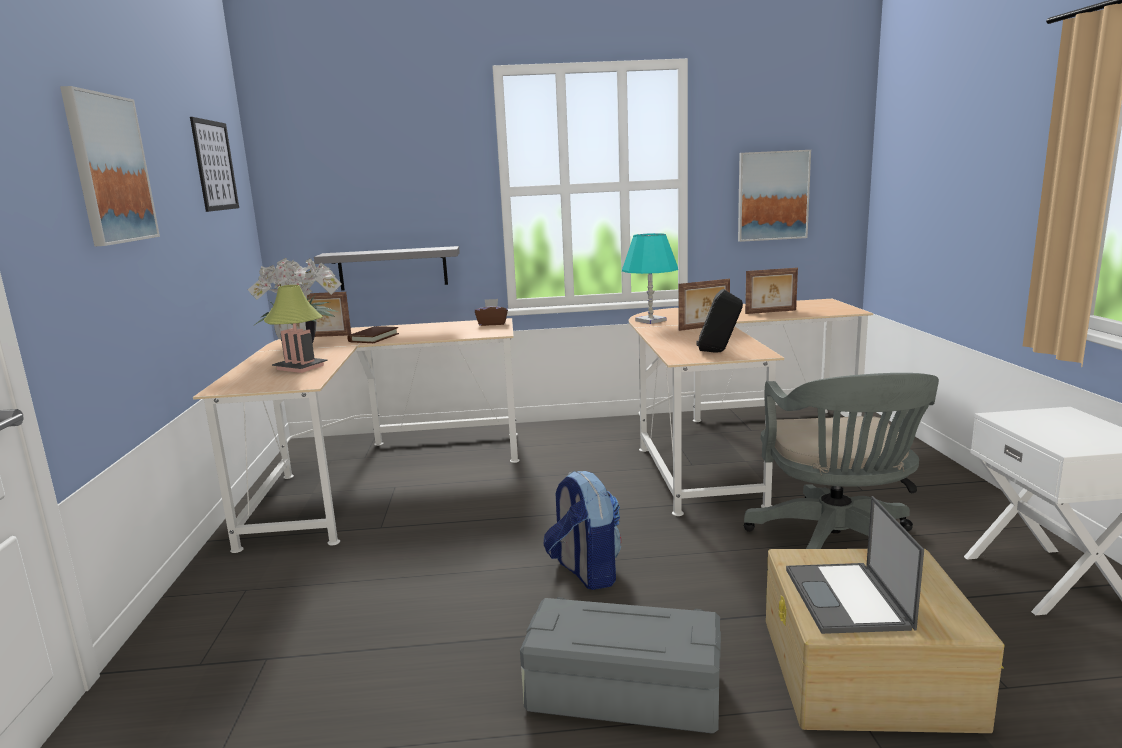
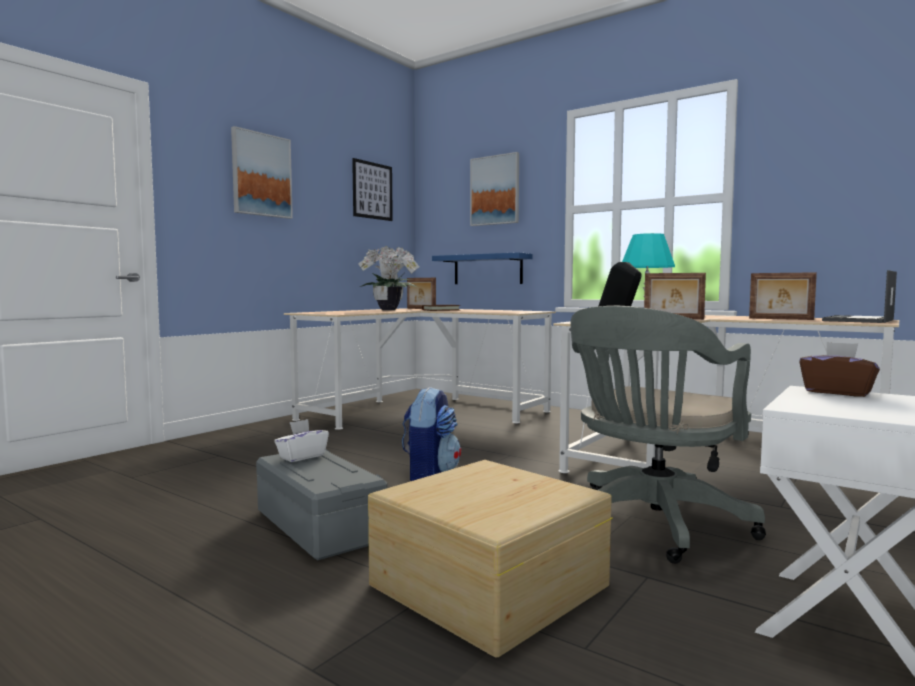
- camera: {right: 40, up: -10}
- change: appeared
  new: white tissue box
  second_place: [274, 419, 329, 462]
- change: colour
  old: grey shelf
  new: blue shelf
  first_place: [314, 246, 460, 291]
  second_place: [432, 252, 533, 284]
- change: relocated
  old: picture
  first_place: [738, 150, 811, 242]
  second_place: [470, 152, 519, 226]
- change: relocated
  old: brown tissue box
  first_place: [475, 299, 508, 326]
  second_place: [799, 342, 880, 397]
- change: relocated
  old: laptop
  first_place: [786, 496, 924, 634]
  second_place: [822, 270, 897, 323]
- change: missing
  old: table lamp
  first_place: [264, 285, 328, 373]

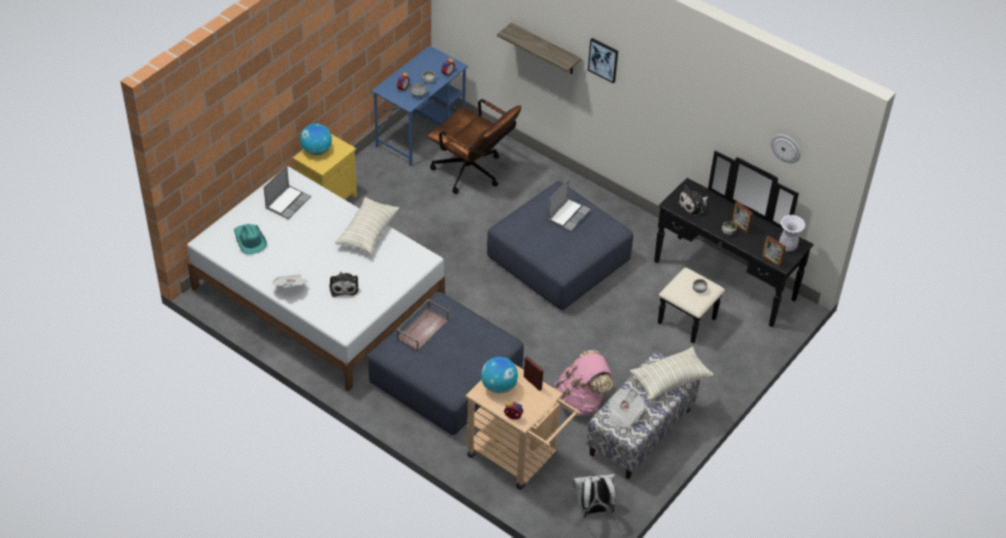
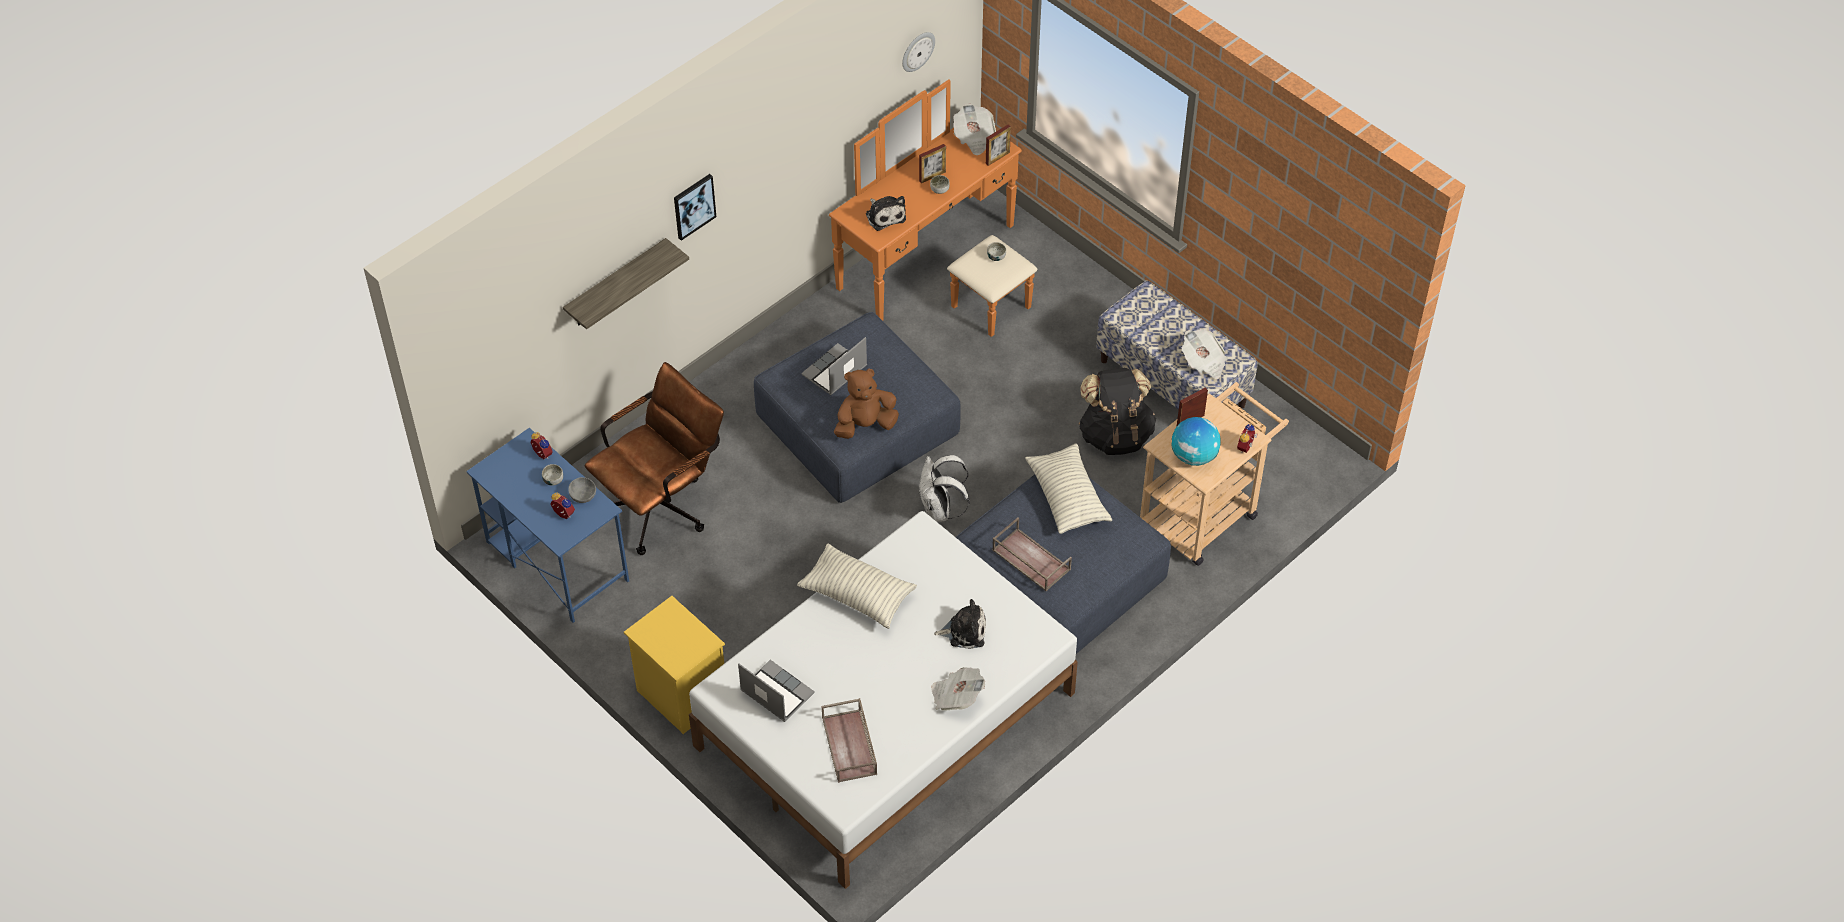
- camera: {right: -80, up: 5}
- change: spun
  old: laptop
  first_place: [547, 178, 591, 232]
  second_place: [801, 337, 867, 395]
  degrees: -90
- change: exchanged
  old: turquoise hat
  new: brown tray
  first_place: [234, 224, 267, 254]
  second_place: [822, 698, 877, 783]
- change: colour
  old: black dresser
  new: orange dresser
  first_place: [654, 150, 813, 343]
  second_place: [829, 80, 1038, 337]
- change: appeared
  new: brown plush toy
  second_place: [834, 368, 899, 439]
- change: relocated
  old: white backpack
  first_place: [573, 474, 616, 517]
  second_place: [919, 455, 970, 522]
- change: exchanged
  old: white vase
  new: newspaper
  first_place: [779, 215, 806, 251]
  second_place: [953, 103, 996, 155]
- change: relocated
  old: pillow
  first_place: [630, 346, 714, 401]
  second_place: [1025, 443, 1112, 534]
- change: colour
  old: pink backpack
  new: black backpack
  first_place: [554, 350, 613, 416]
  second_place: [1078, 368, 1156, 455]
- change: missing
  old: globe
  first_place: [300, 123, 332, 155]

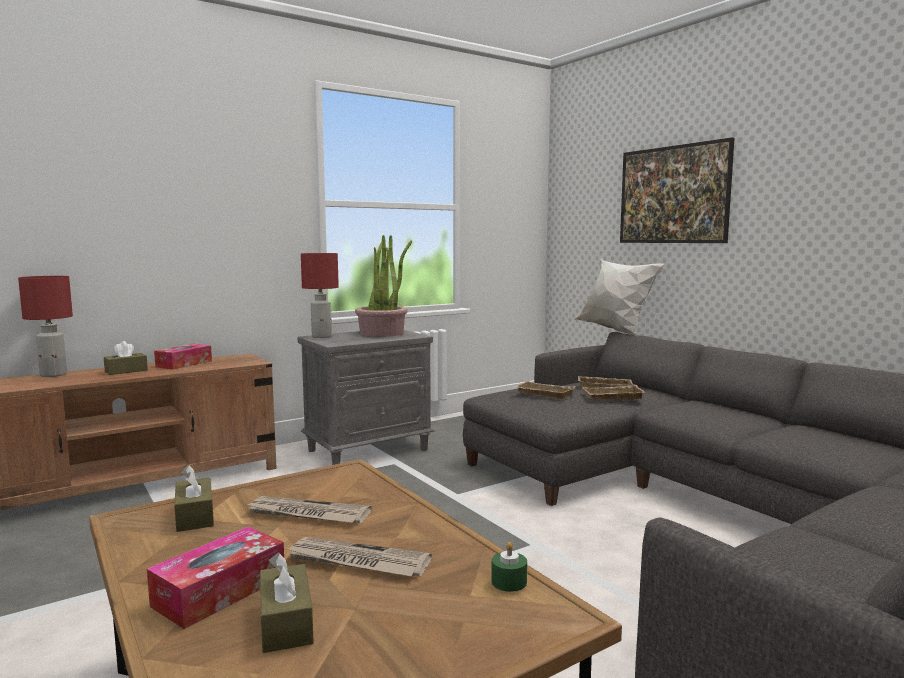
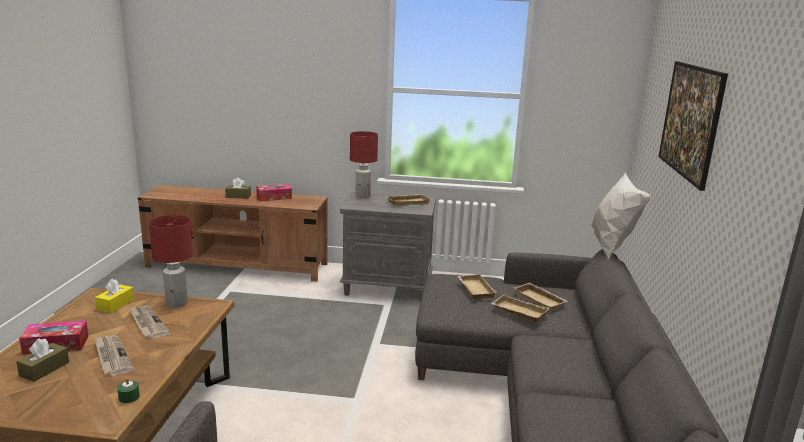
- camera: {right: 40, up: 10}
- change: colour
  old: brown tissue box
  new: yellow tissue box
  first_place: [174, 465, 214, 532]
  second_place: [95, 279, 134, 313]
- change: relocated
  old: red table lamp
  first_place: [18, 276, 73, 377]
  second_place: [149, 215, 193, 308]
- change: exchanged
  old: potted plant
  new: beige tray
  first_place: [355, 235, 412, 337]
  second_place: [387, 194, 430, 206]

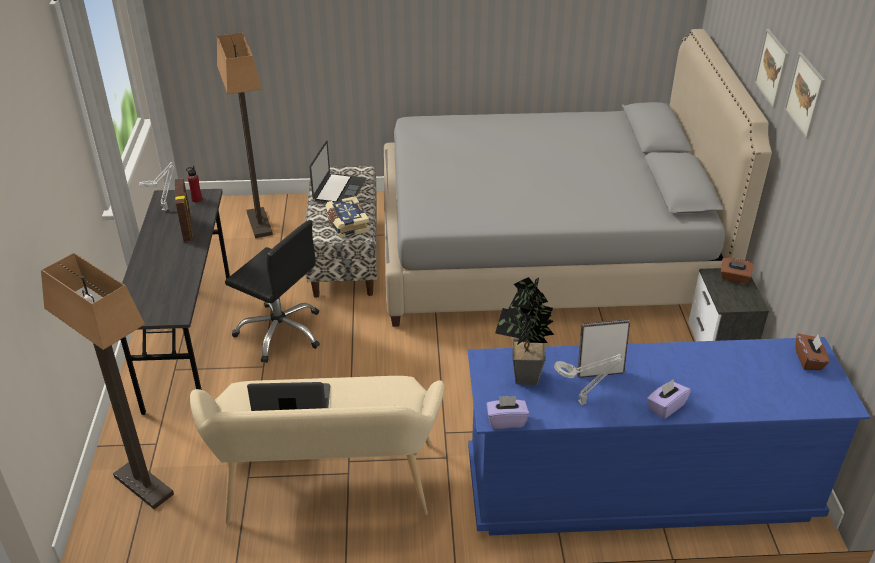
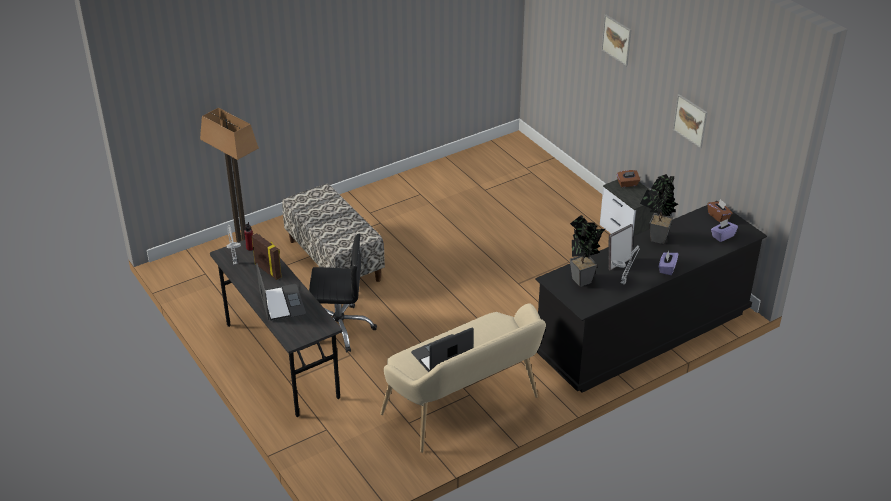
- camera: {right: -30, up: 0}
- change: relocated
  old: laptop
  first_place: [310, 141, 366, 203]
  second_place: [256, 263, 306, 321]
- change: colour
  old: blue dresser
  new: black dresser
  first_place: [468, 337, 870, 536]
  second_place: [535, 201, 767, 393]
- change: appeared
  new: potted plant
  second_place: [640, 174, 678, 244]
- change: relocated
  old: picture
  first_place: [784, 52, 825, 139]
  second_place: [673, 94, 708, 149]
- change: relocated
  old: purple tissue box
  first_place: [486, 396, 529, 429]
  second_place: [711, 219, 738, 242]
- change: missing
  old: floor lamp
  first_place: [41, 253, 174, 509]
- change: missing
  old: book
  first_place: [326, 196, 370, 238]
- change: missing
  old: grey bed
  first_place: [384, 29, 772, 327]

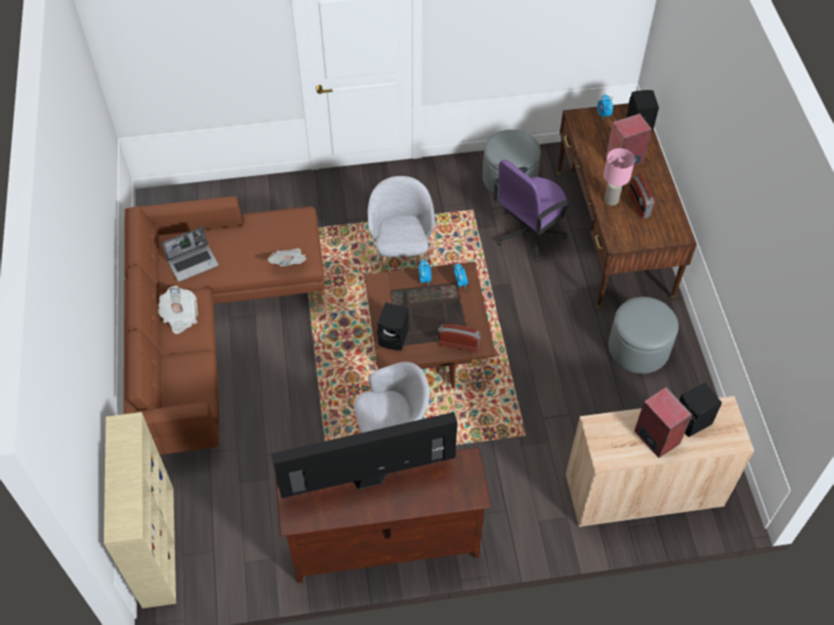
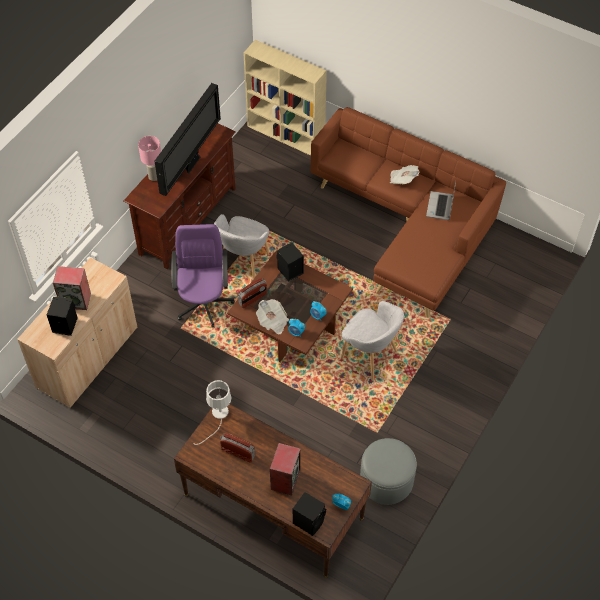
- camera: {right: 130, up: 0}
- change: relocated
  old: pink table lamp
  first_place: [603, 148, 635, 206]
  second_place: [138, 136, 161, 181]
- change: relocated
  old: purple office chair
  first_place: [493, 160, 572, 261]
  second_place: [172, 224, 235, 328]
- change: appeared
  new: white table lamp
  second_place: [195, 380, 231, 445]
- change: relocated
  old: newspaper
  first_place: [268, 248, 307, 266]
  second_place: [256, 299, 289, 334]
- change: missing
  old: grey ottoman
  first_place: [608, 297, 679, 374]

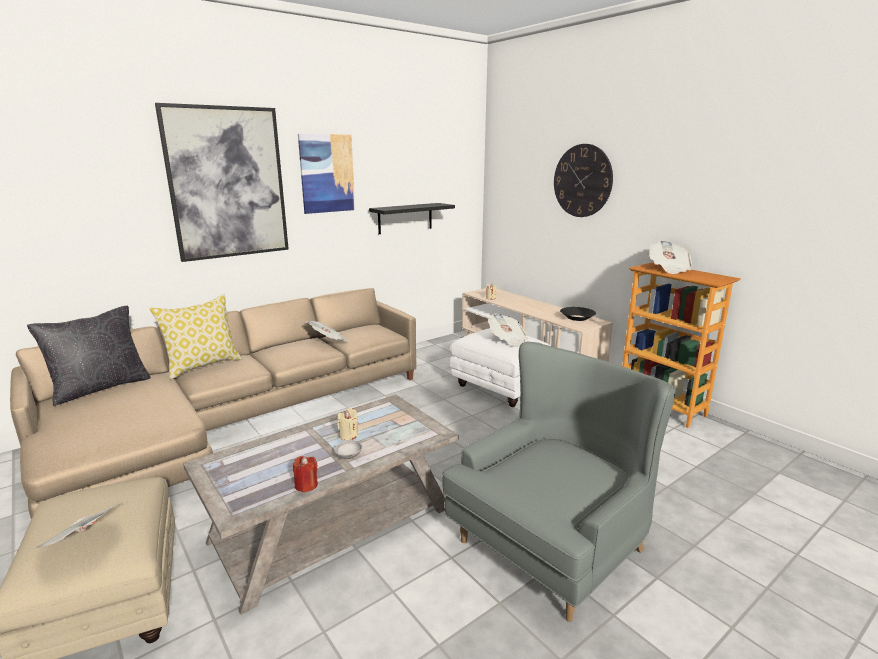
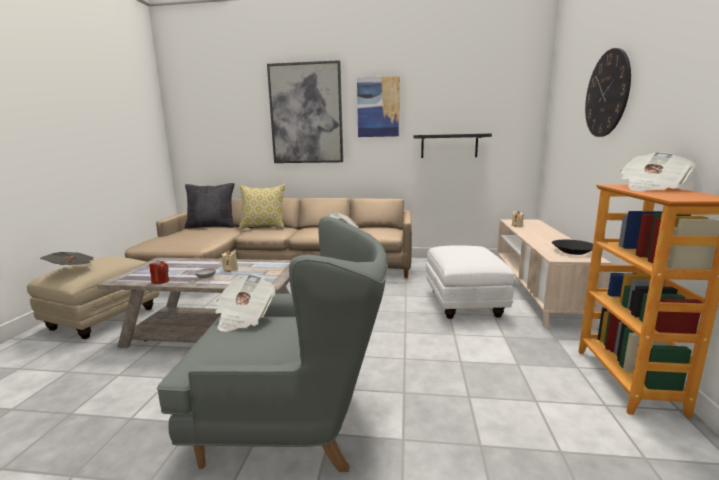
- camera: {right: 45, up: -5}
- change: relocated
  old: newspaper
  first_place: [488, 314, 528, 347]
  second_place: [215, 274, 275, 331]

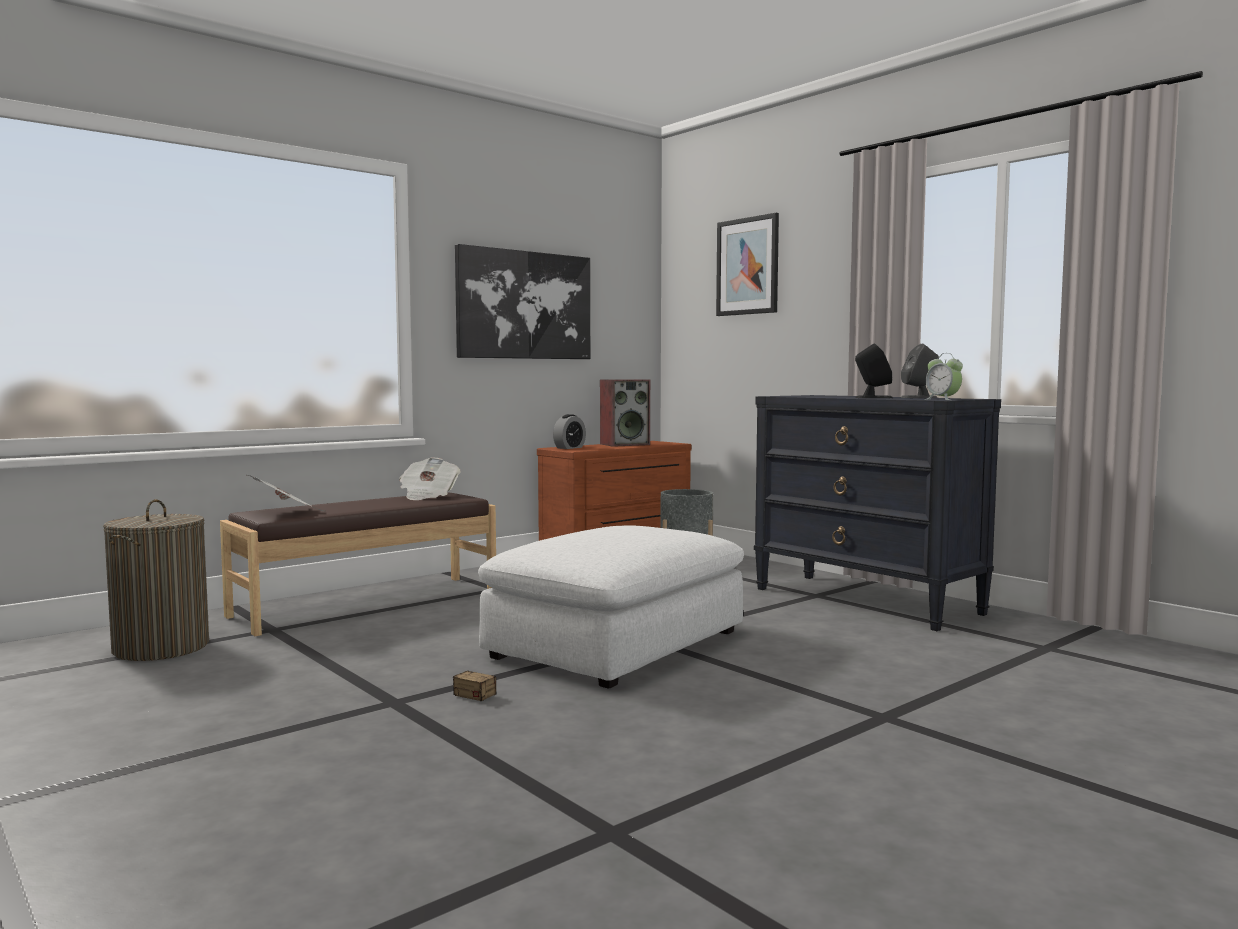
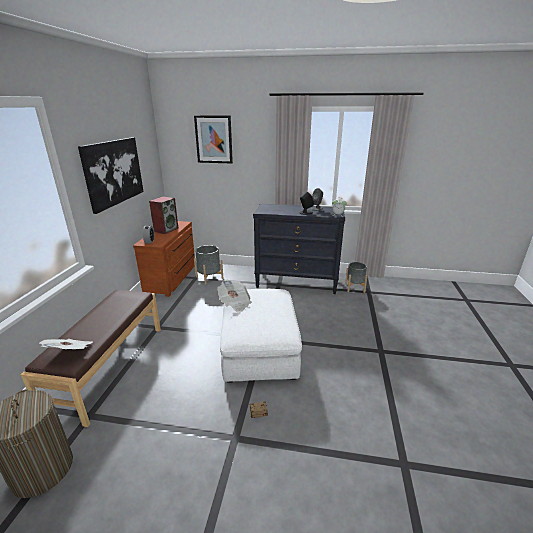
- camera: {right: -40, up: 20}
- change: relocated
  old: newspaper
  first_place: [399, 457, 460, 500]
  second_place: [217, 280, 252, 313]
- change: appeared
  new: grey planter
  second_place: [345, 262, 368, 293]

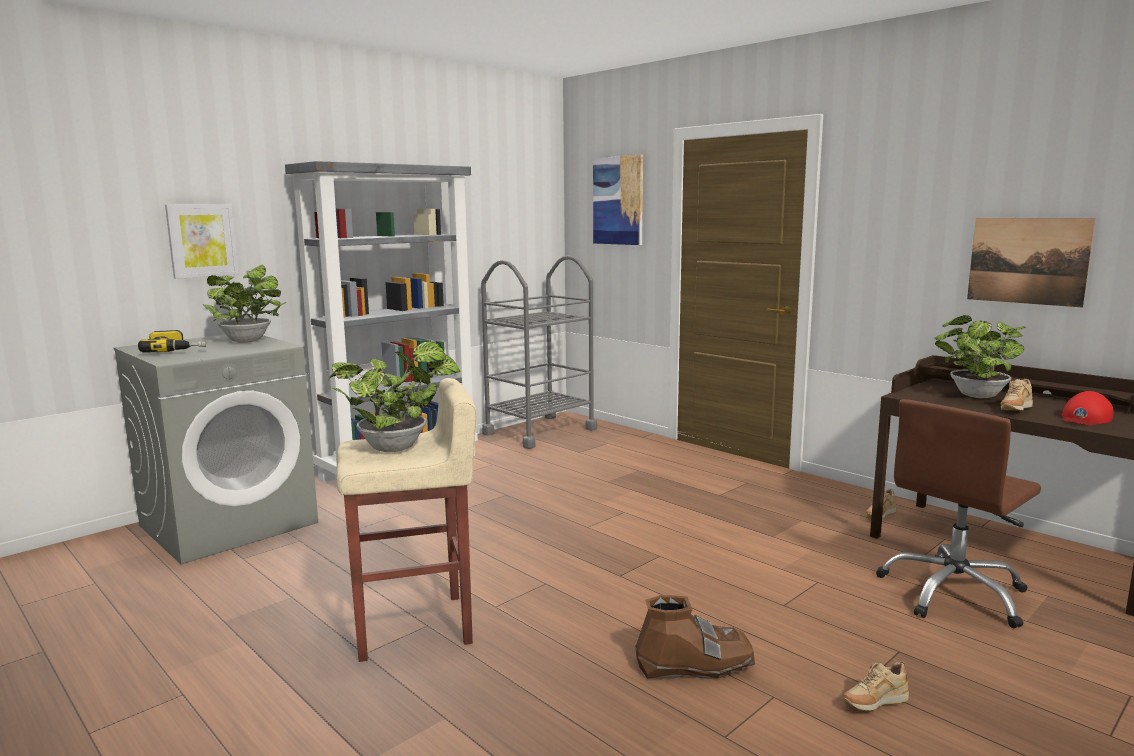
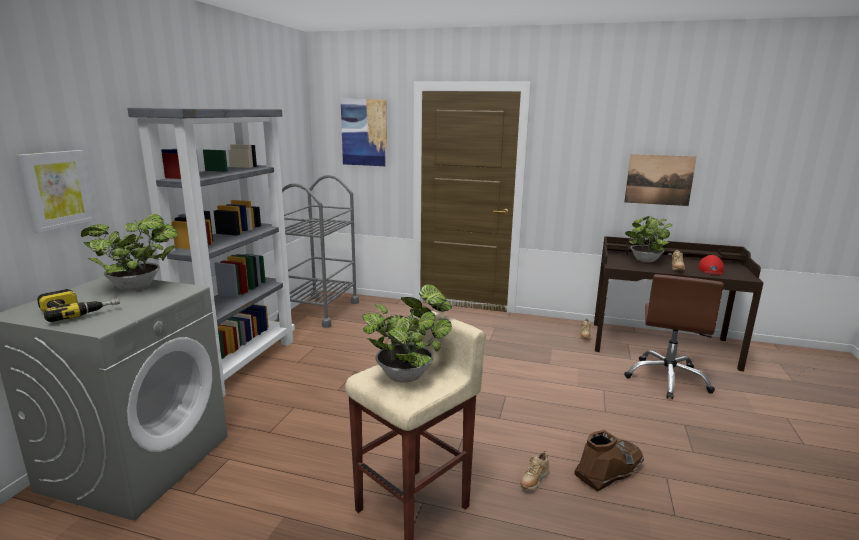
- camera: {right: -30, up: 5}
- change: relocated
  old: beige shoe
  first_place: [843, 661, 909, 711]
  second_place: [520, 451, 550, 490]

